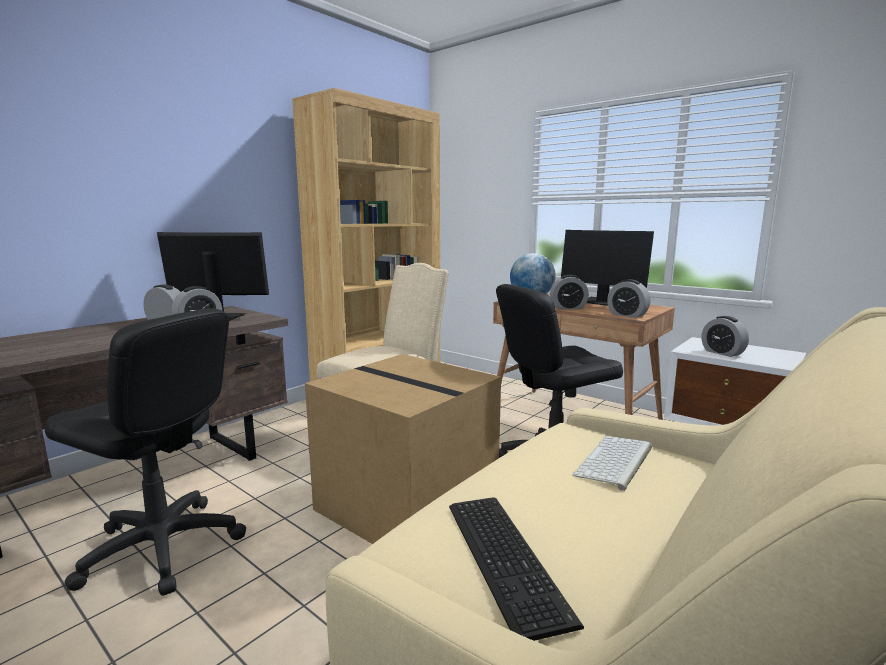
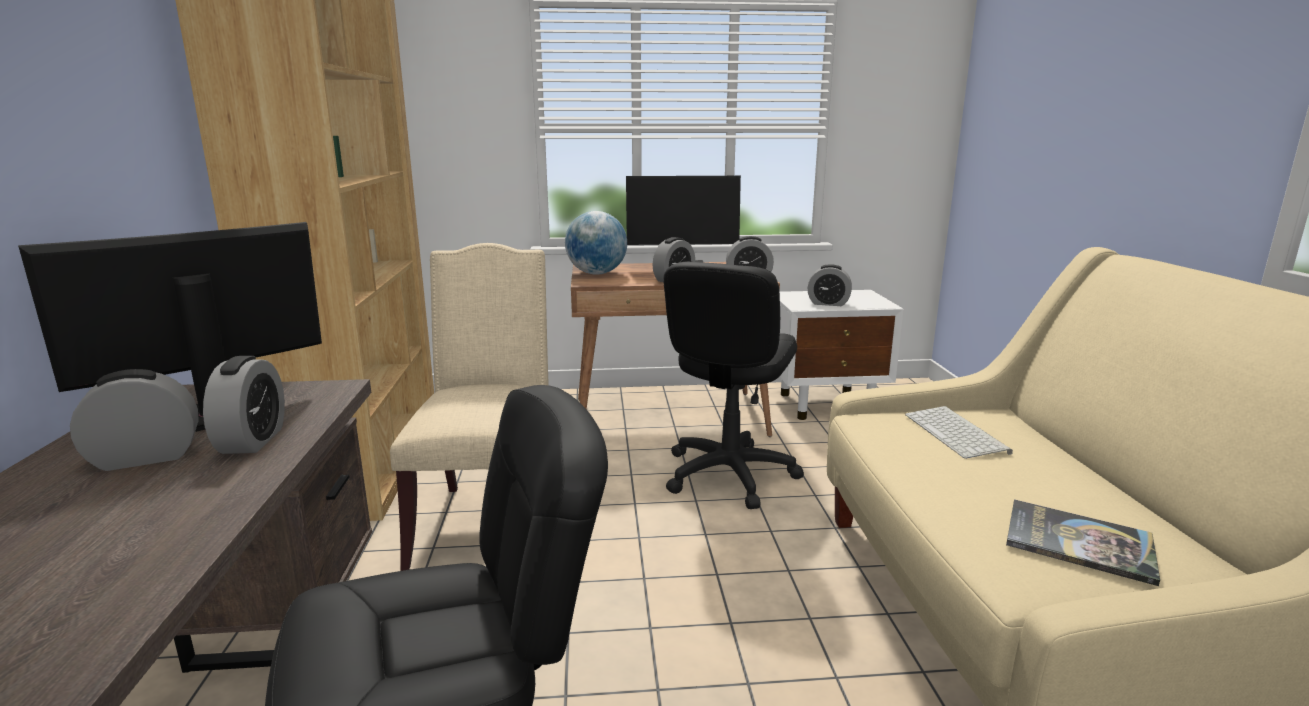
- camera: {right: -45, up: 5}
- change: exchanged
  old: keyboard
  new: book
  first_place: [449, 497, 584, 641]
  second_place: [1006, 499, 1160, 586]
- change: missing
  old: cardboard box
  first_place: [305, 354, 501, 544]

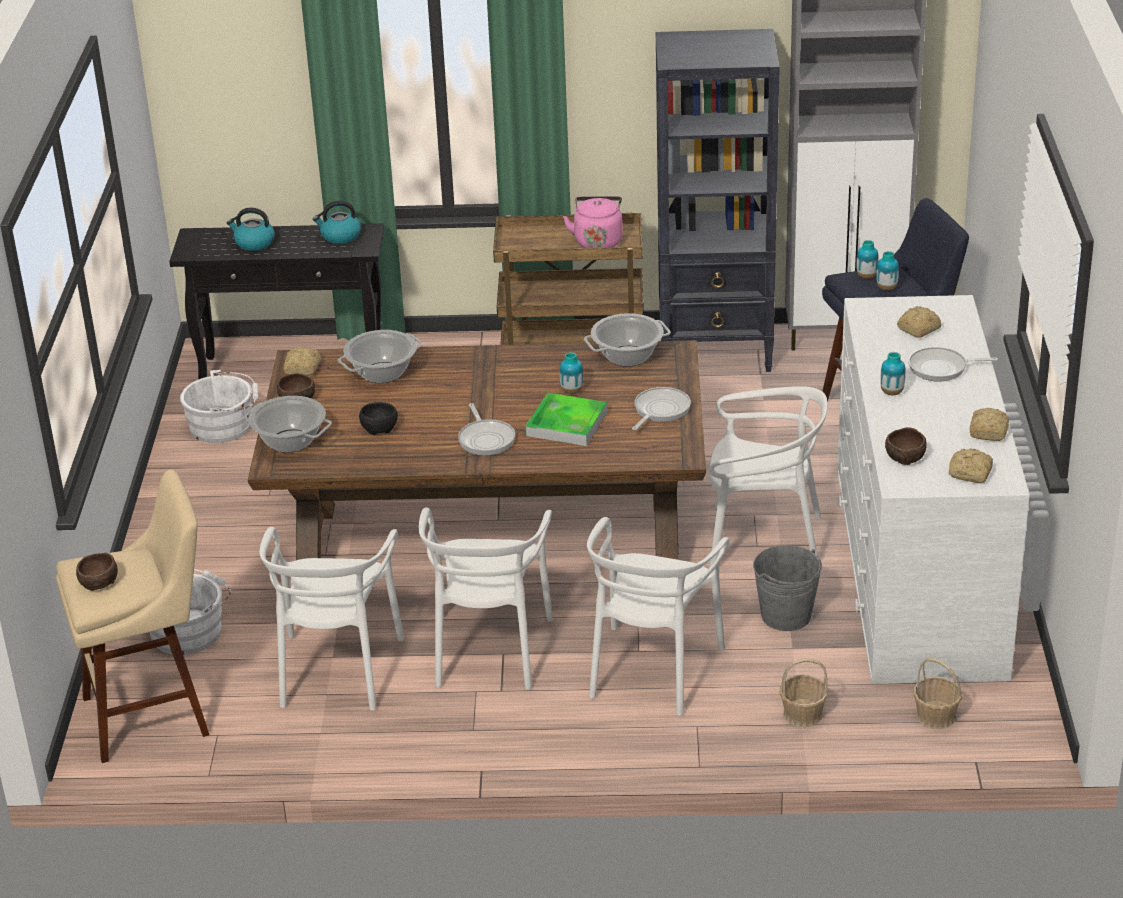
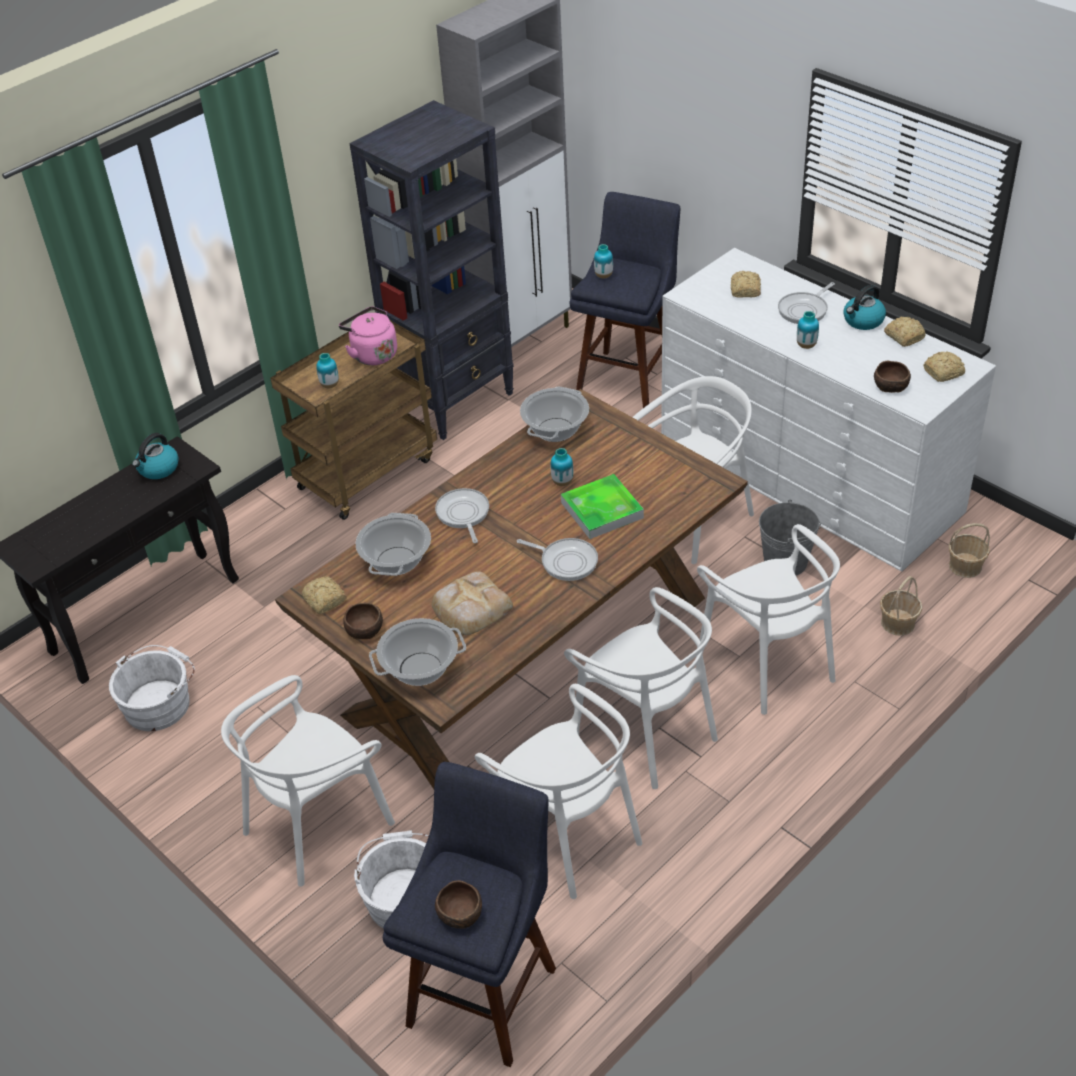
- camera: {right: -45, up: 10}
- change: appeared
  new: white chair
  second_place: [221, 675, 395, 887]
- change: relocated
  old: vase
  first_place: [876, 251, 899, 290]
  second_place: [316, 353, 339, 388]
- change: colour
  old: beige stool
  new: blue stool
  first_place: [56, 470, 209, 763]
  second_place: [383, 762, 556, 1067]
- change: exchanged
  old: black bowl
  new: bread
  first_place: [359, 402, 398, 435]
  second_place: [432, 571, 513, 635]
- change: relocated
  old: frying pan
  first_place: [632, 387, 691, 430]
  second_place: [435, 488, 489, 543]
- change: relocated
  old: kettle
  first_place: [227, 208, 275, 251]
  second_place: [843, 285, 886, 330]

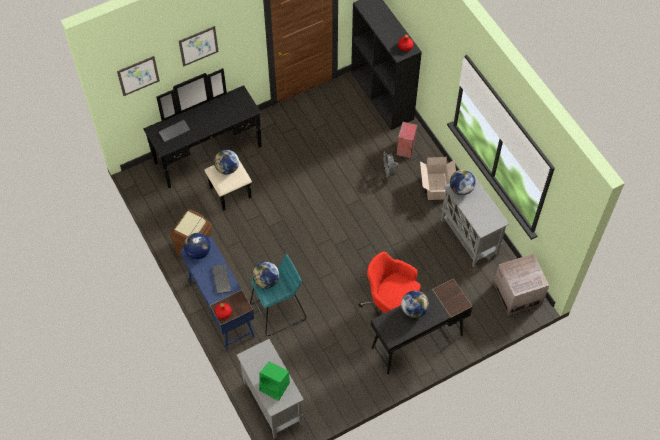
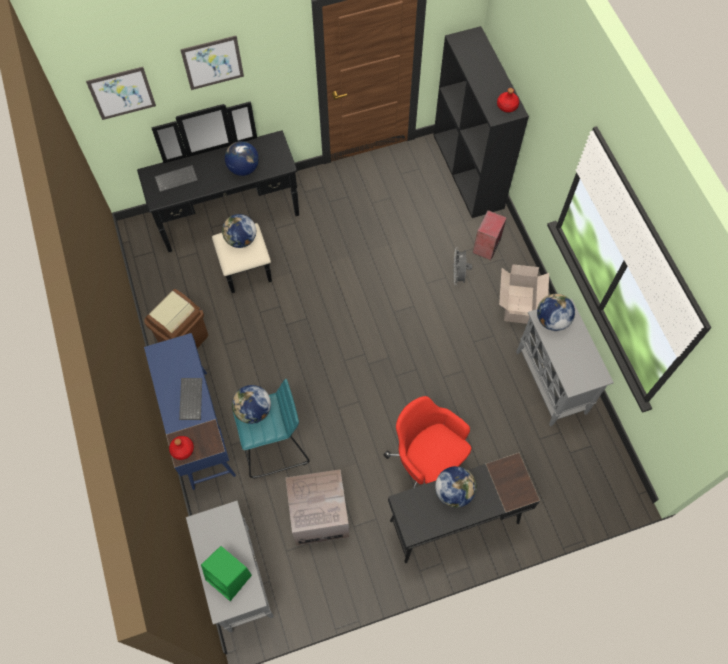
- camera: {right: 10, up: 5}
- change: relocated
  old: globe
  first_place: [184, 233, 210, 259]
  second_place: [225, 141, 259, 176]
- change: relocated
  old: cardboard box
  first_place: [494, 254, 549, 315]
  second_place: [286, 469, 349, 545]

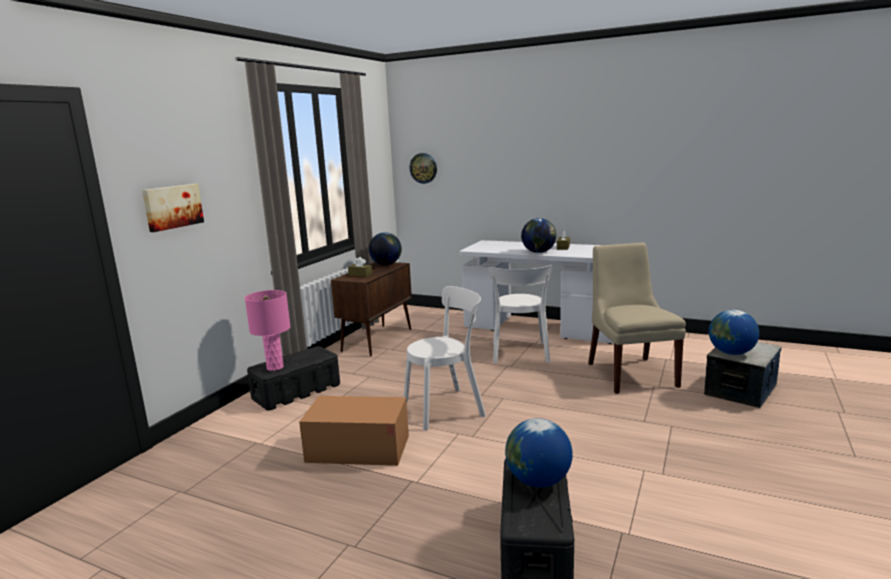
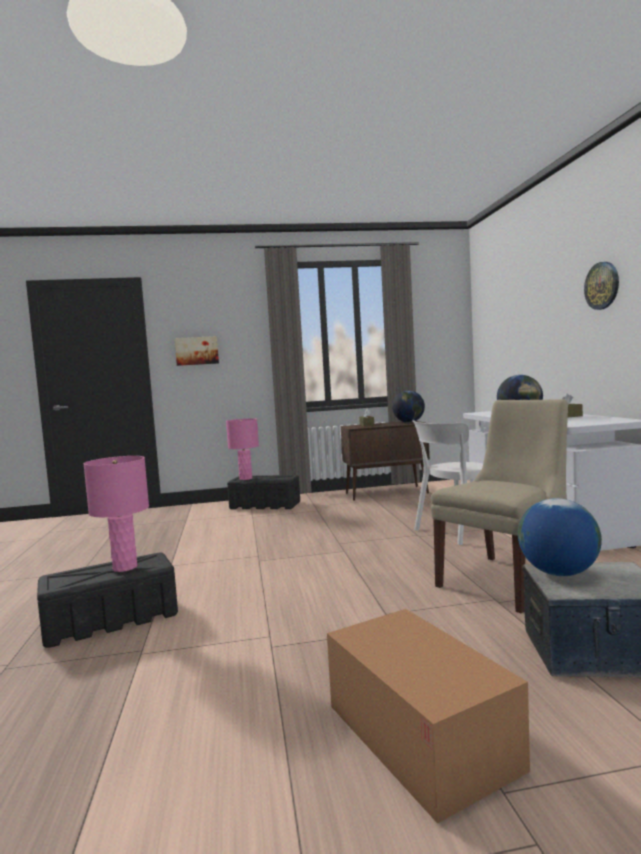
- camera: {right: 55, up: -10}
- change: exchanged
  old: globe
  new: pink table lamp
  first_place: [505, 418, 573, 487]
  second_place: [83, 456, 149, 572]
- change: relocated
  old: cardboard box
  first_place: [299, 396, 409, 466]
  second_place: [327, 609, 530, 824]
- change: relocated
  old: wall clock
  first_place: [410, 153, 437, 184]
  second_place: [584, 262, 619, 310]
- change: missing
  old: white chair
  first_place: [404, 286, 486, 431]

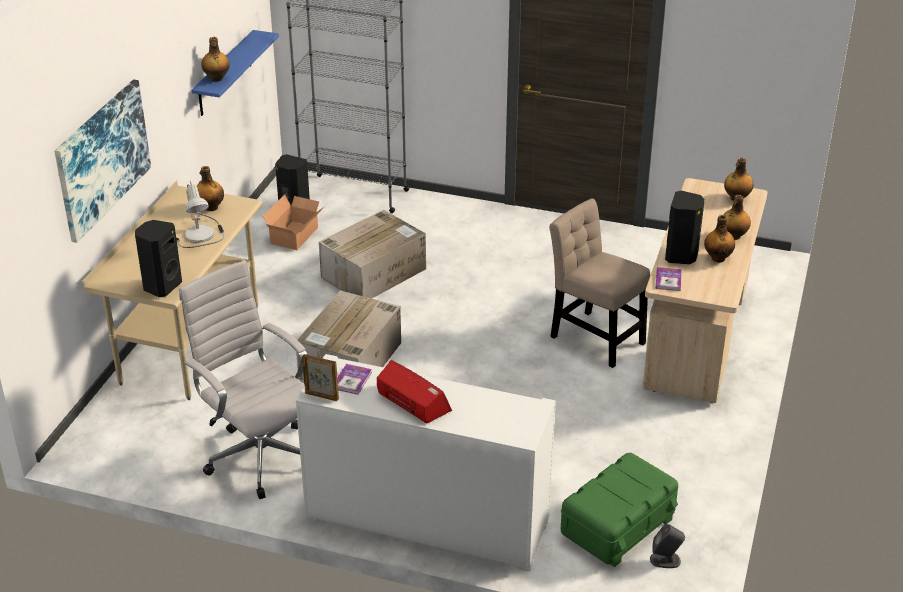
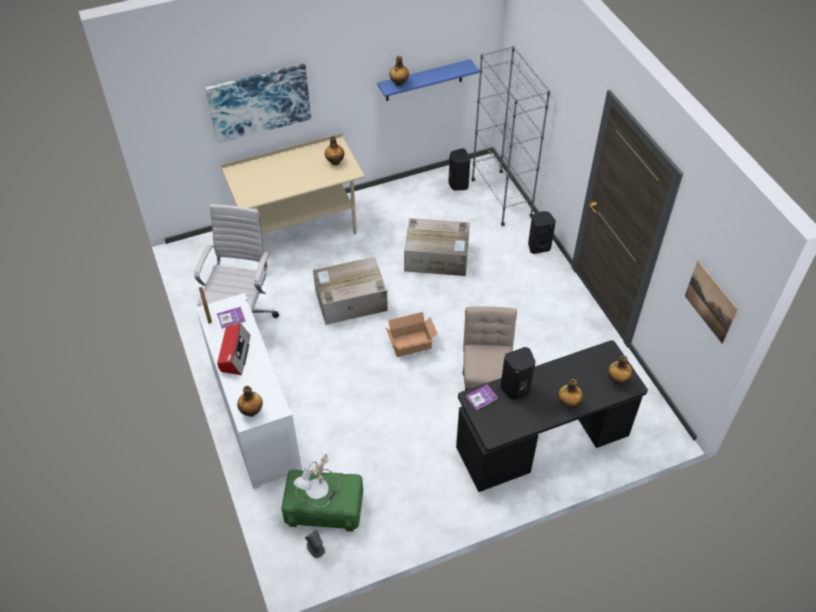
- camera: {right: 50, up: 15}
- change: relocated
  old: bottle
  first_place: [704, 215, 735, 263]
  second_place: [237, 386, 263, 417]
- change: relocated
  old: table lamp
  first_place: [176, 181, 224, 248]
  second_place: [293, 454, 339, 508]
- change: relocated
  old: cardboard box
  first_place: [263, 194, 325, 250]
  second_place: [385, 312, 437, 357]
- change: colour
  old: beige desk
  new: black desk
  first_place: [643, 178, 767, 403]
  second_place: [456, 340, 648, 492]
- change: relocated
  old: black speaker
  first_place: [135, 220, 182, 297]
  second_place: [528, 211, 556, 254]
- change: appeared
  new: picture
  second_place: [685, 261, 738, 344]

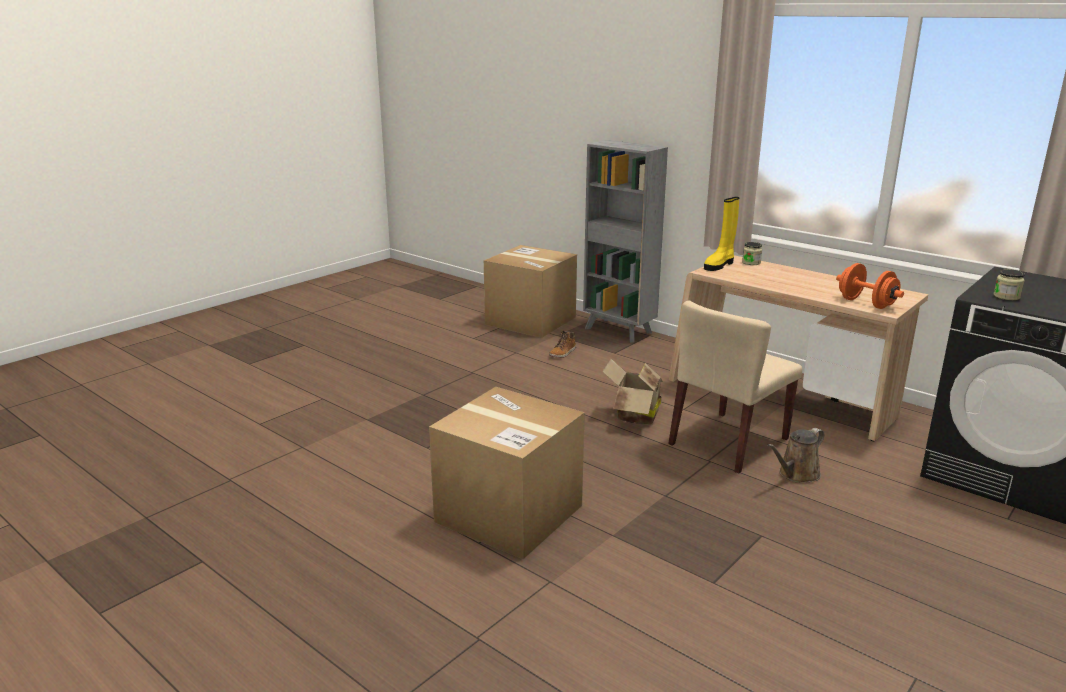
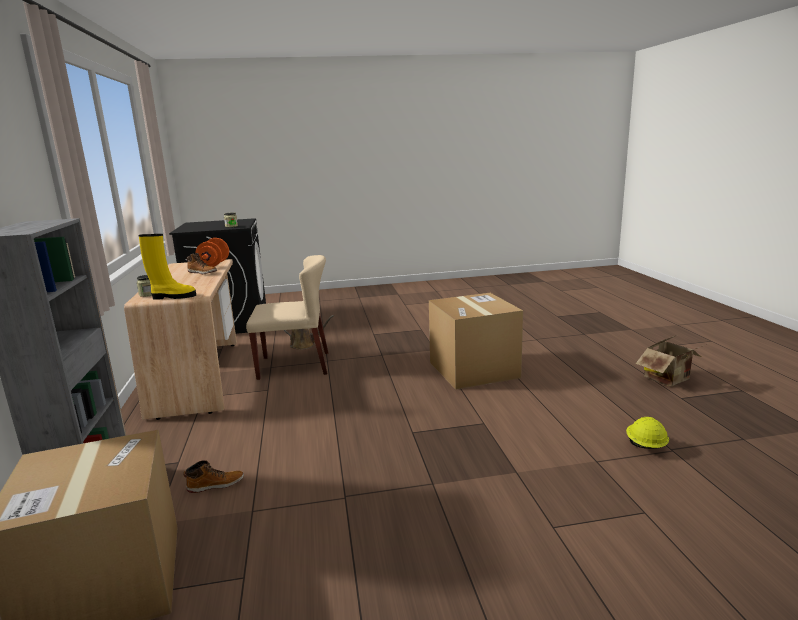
- camera: {right: -140, up: -5}
- change: appeared
  new: boot
  second_place: [186, 253, 217, 274]
- change: appeared
  new: yellow hard hat
  second_place: [626, 417, 669, 449]
- change: relocated
  old: cardboard box
  first_place: [603, 359, 663, 425]
  second_place: [636, 335, 704, 386]

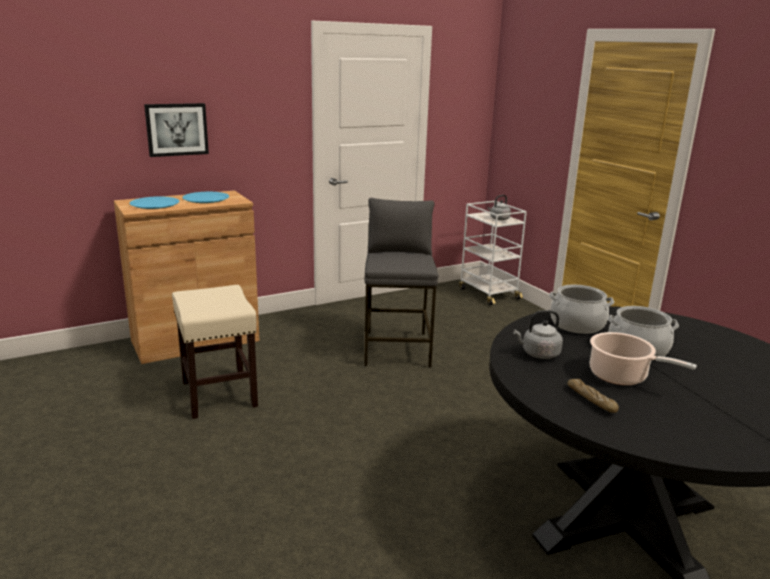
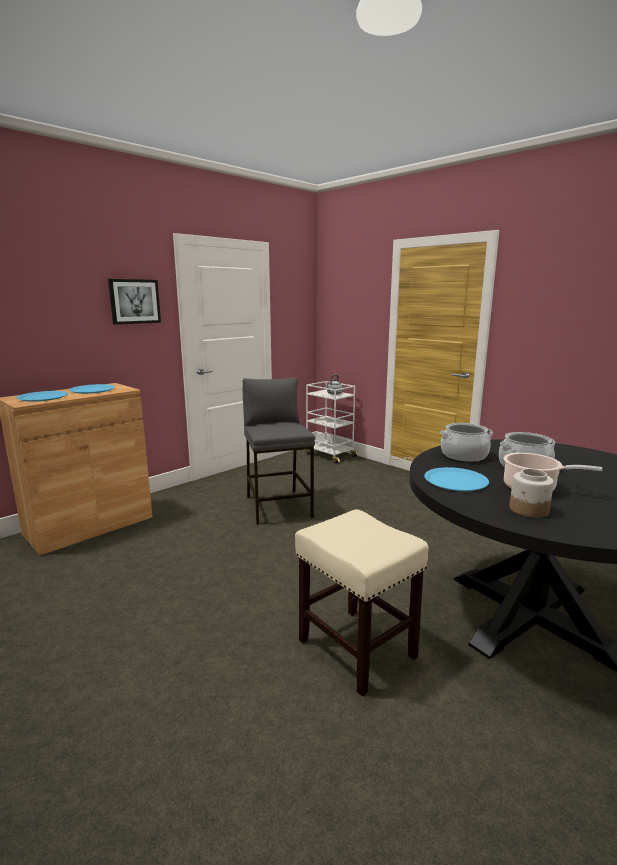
- camera: {right: -15, up: -5}
- change: relocated
  old: picture
  first_place: [144, 103, 209, 157]
  second_place: [108, 279, 161, 325]
- change: relocated
  old: beige stool
  first_place: [172, 285, 258, 419]
  second_place: [295, 509, 429, 696]
- change: exchanged
  old: grey kettle
  new: blue plate
  first_place: [513, 310, 563, 359]
  second_place: [424, 467, 489, 491]
- change: exchanged
  old: bread
  new: jar
  first_place: [567, 379, 619, 413]
  second_place: [510, 469, 554, 518]

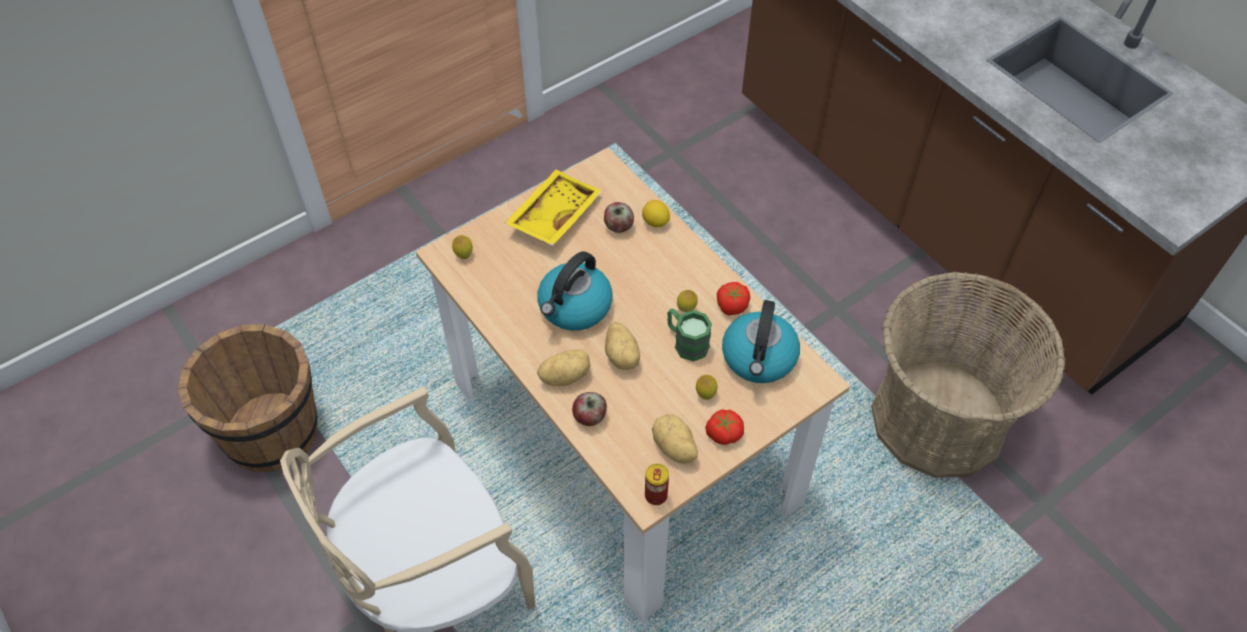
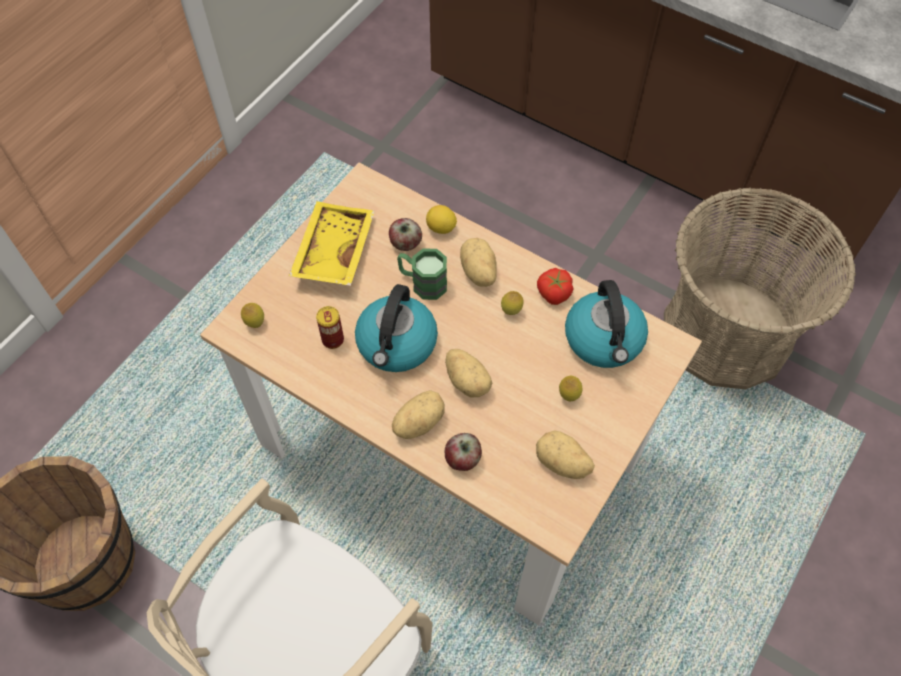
- camera: {right: -20, up: 5}
- change: relocated
  old: can
  first_place: [645, 463, 669, 505]
  second_place: [316, 306, 344, 349]
- change: relocated
  old: green mug
  first_place: [667, 308, 712, 362]
  second_place: [397, 249, 447, 300]
- change: appeared
  new: potato
  second_place: [460, 238, 497, 287]
- change: missing
  old: tomato
  first_place: [705, 409, 744, 445]

